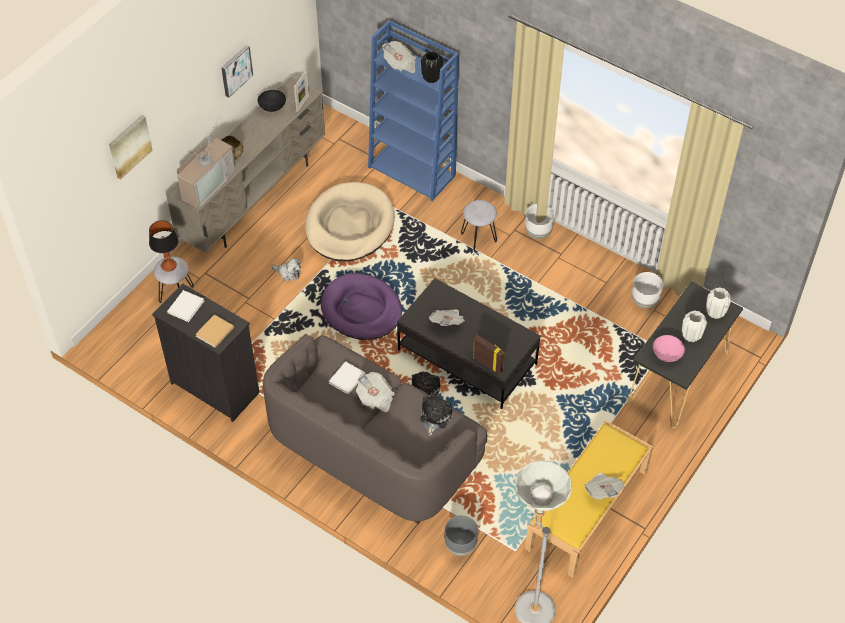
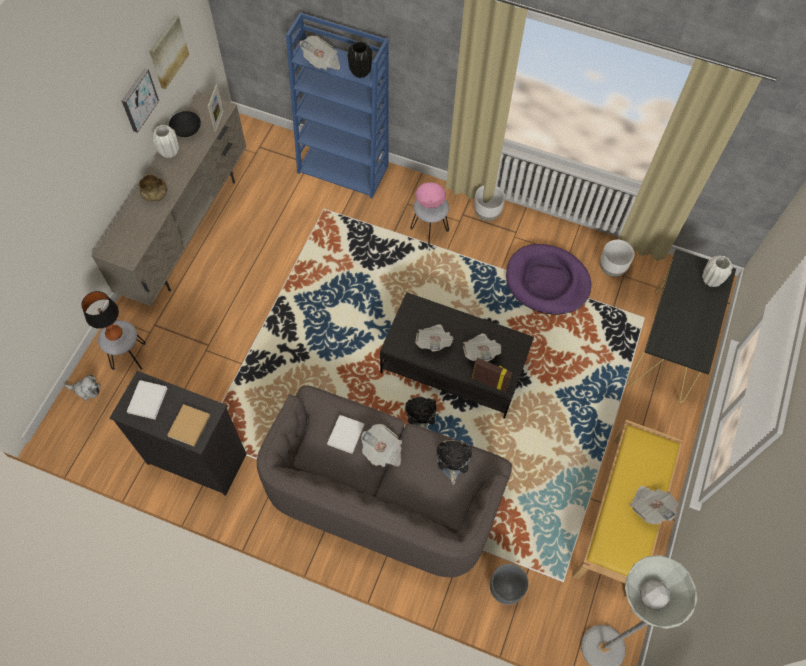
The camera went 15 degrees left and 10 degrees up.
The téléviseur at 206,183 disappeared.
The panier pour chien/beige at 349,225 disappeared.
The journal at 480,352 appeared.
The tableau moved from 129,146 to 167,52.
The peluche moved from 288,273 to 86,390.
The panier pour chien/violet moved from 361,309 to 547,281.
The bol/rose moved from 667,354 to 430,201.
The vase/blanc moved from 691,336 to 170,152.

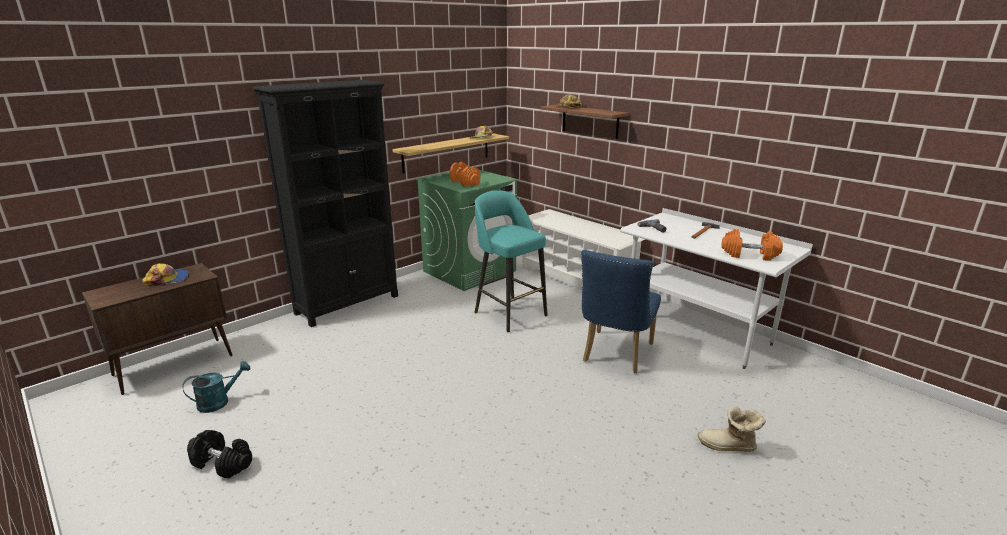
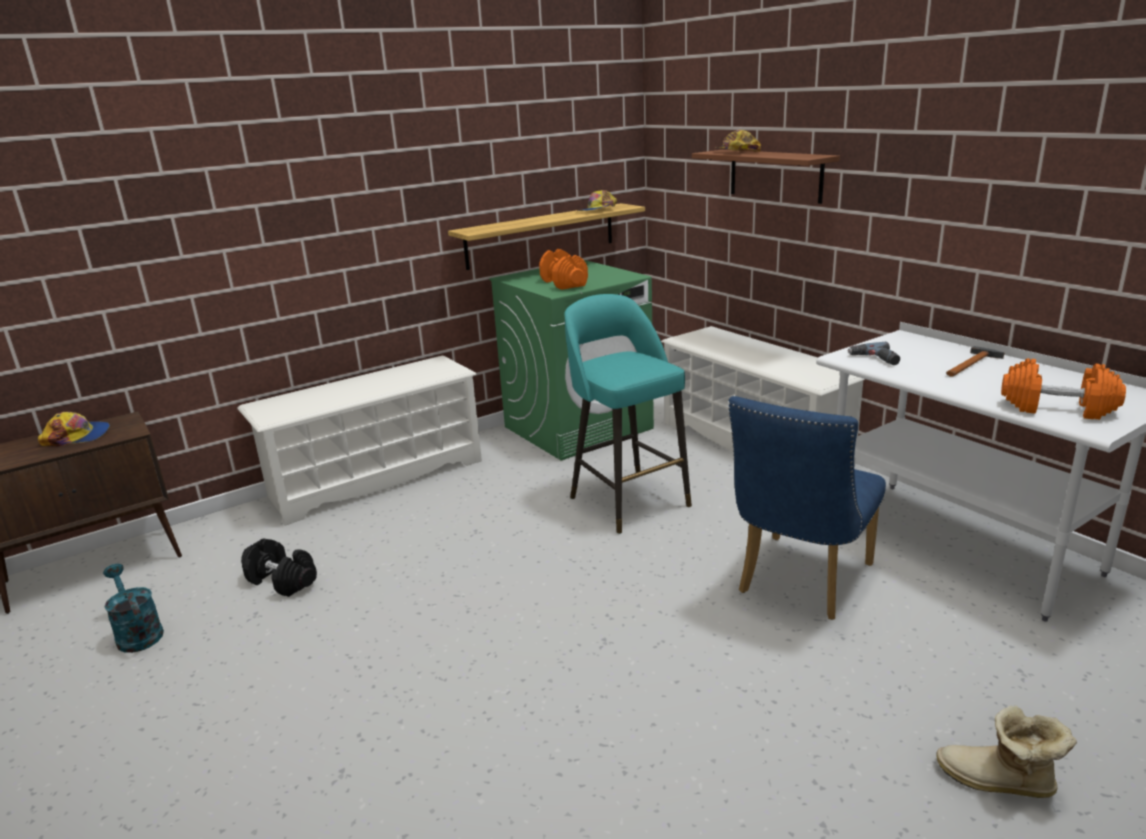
The camera went 10 degrees right and 0 degrees up.
The haltère/noir moved from 223,463 to 282,580.
The bibliothèque/noir at 348,304 was replaced by the étagère à chaussures/blanc at 376,478.
The arrosoir/turquoise at 219,402 turned 105 degrees counterclockwise.

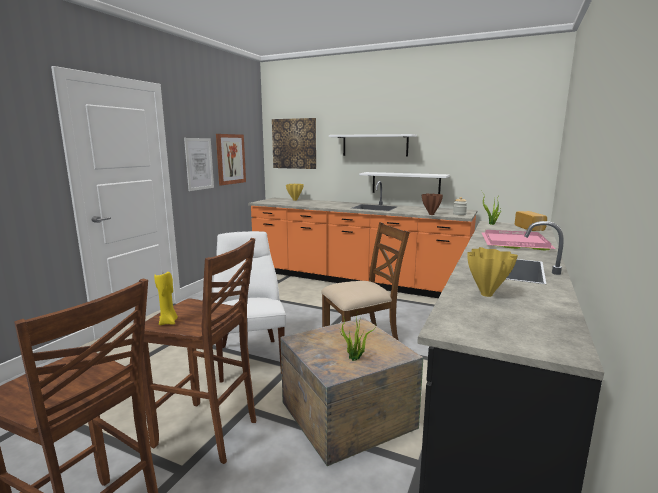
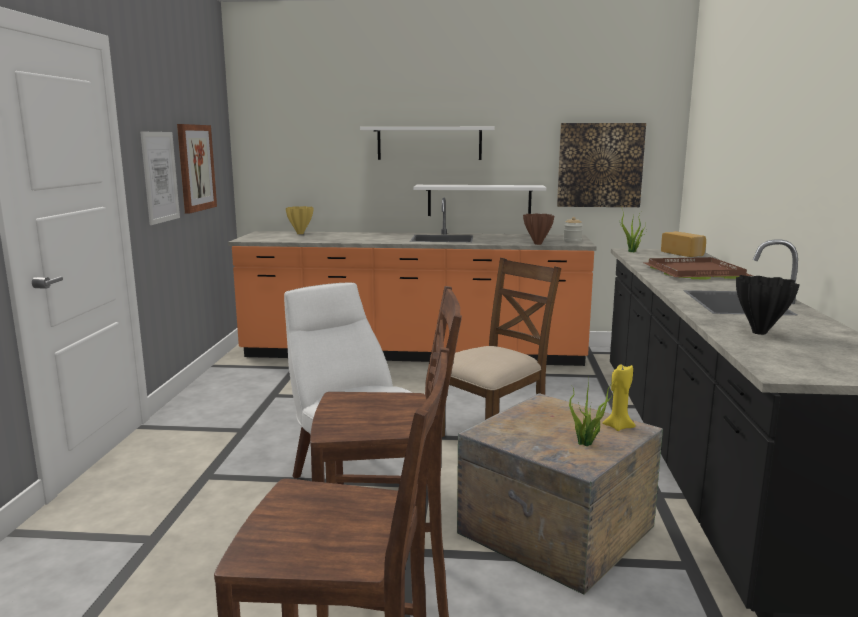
The camera went 20 degrees left and 0 degrees up.
The bougie/jaune moved from 168,322 to 618,426.
The tableau moved from 294,143 to 600,165.
The vase/jaune at 486,295 became the vase/noir at 760,333.
The plateau/rose at 516,243 became the plateau/marron at 697,272.

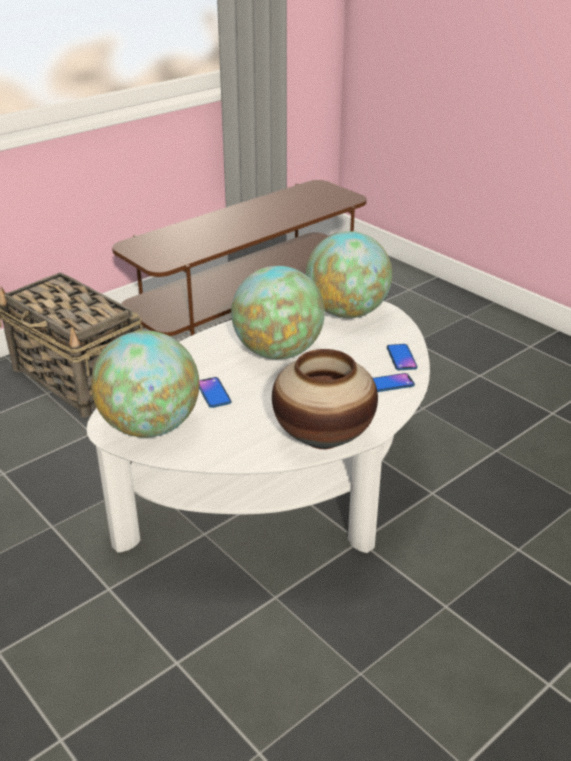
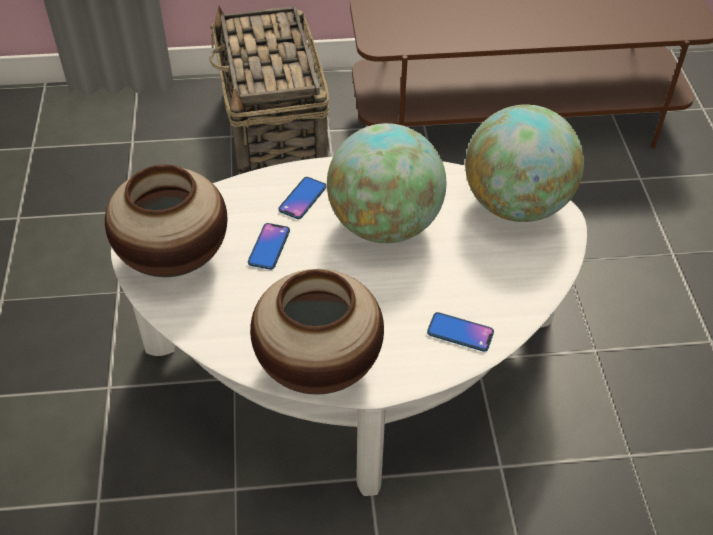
The camera went 35 degrees right and 15 degrees up.
The téléphone moved from 401,358 to 302,198.
The globe at 150,426 was replaced by the vase at 174,258.

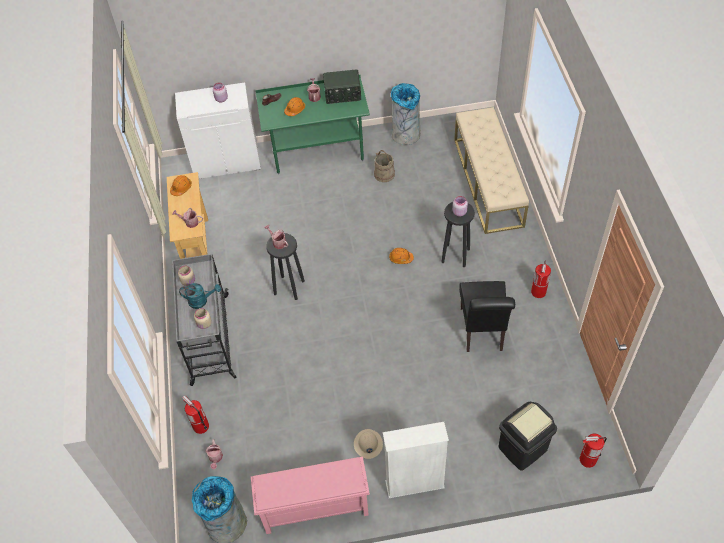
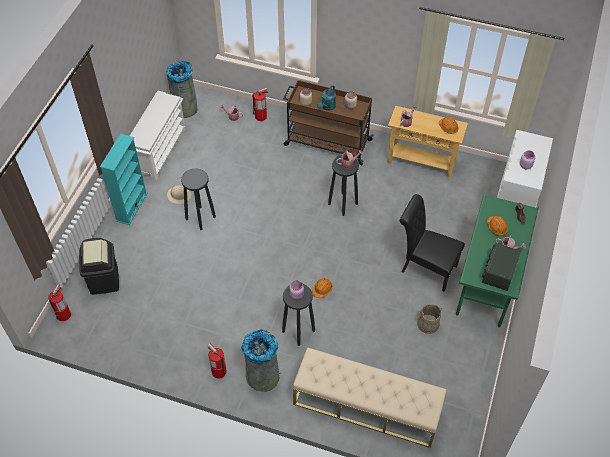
The camera went 115 degrees right and 0 degrees up.
The tabouret/noir at 201,218 appeared.
The poubelle/gris moved from 405,135 to 262,376.
The chaise/noir moved from 482,332 to 425,267.
The chariot/gris at 210,340 became the chariot/marron at 326,142.
The étagère à chaussures/rose at 314,509 became the étagère à chaussures/blanc at 159,150.
The bibliothèque/blanc at 414,484 became the bibliothèque/turquoise at 132,207.

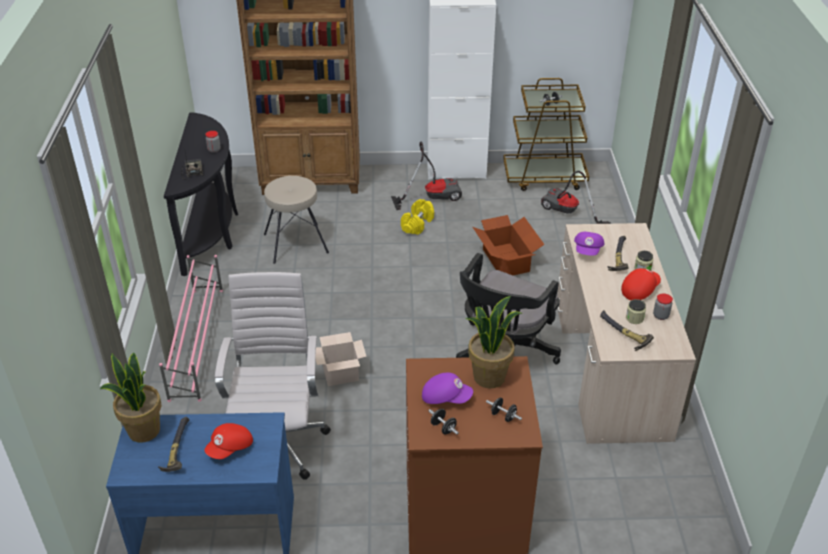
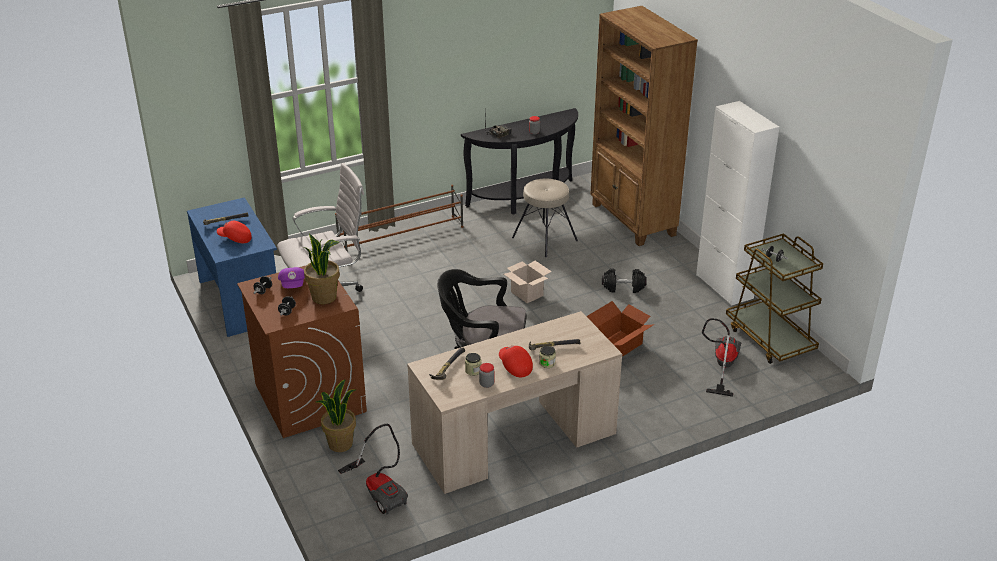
The camera went 65 degrees right and 5 degrees down.
The casquette/violet at 588,250 disappeared.
The plante en pot moved from 143,430 to 340,443.
The carton moved from 341,373 to 528,294.
The aspirateur moved from 432,196 to 380,490.
The étagère à chaussures/rose at 197,342 became the étagère à chaussures/marron at 402,236.
The haltère/jaune at 417,224 became the haltère/noir at 623,287.
The casquette/rouge at 639,290 turned 150 degrees counterclockwise.

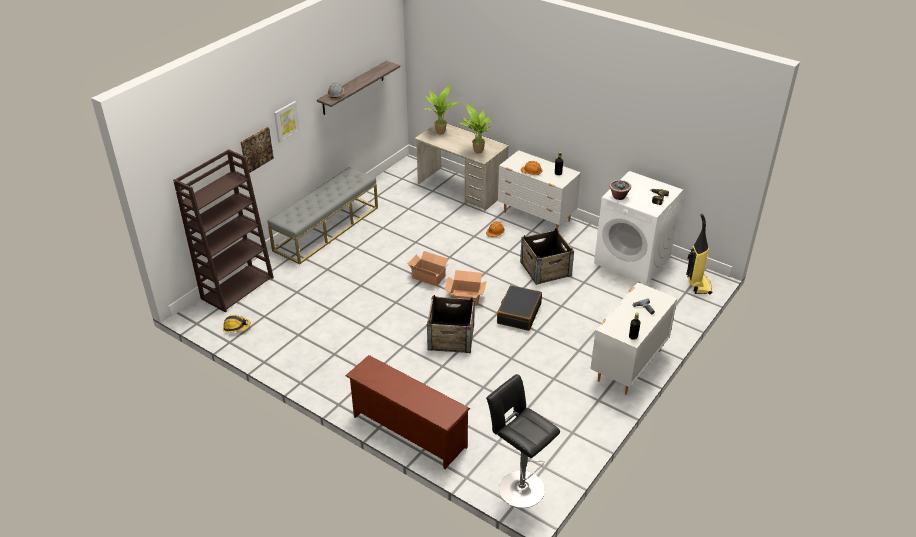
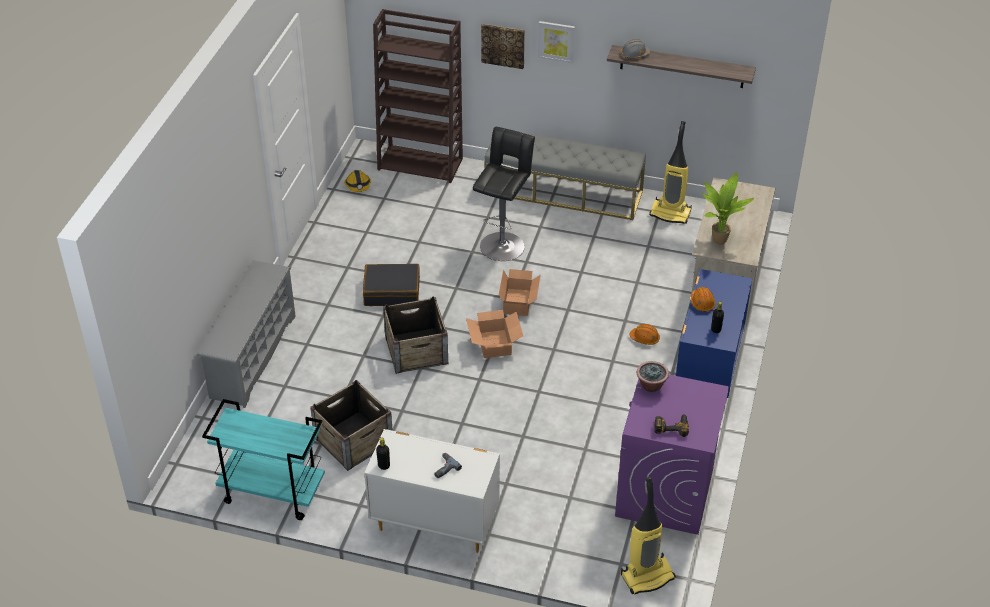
The camera went 70 degrees right and 5 degrees up.
The plante en pot at 439,132 disappeared.
The chariot/turquoise at 271,493 appeared.
The aspirateur at 671,213 appeared.
The tabouret/noir moved from 518,487 to 503,244.
The valise/noir moved from 518,313 to 392,292.
The caisse moved from 545,269 to 353,440.
The étagère à chaussures/marron at 407,432 became the étagère à chaussures/gris at 252,356.
The commode/blanc at 536,217 became the commode/bleu at 707,371.
The lave-linge/blanc at 633,260 became the lave-linge/violet at 665,493.

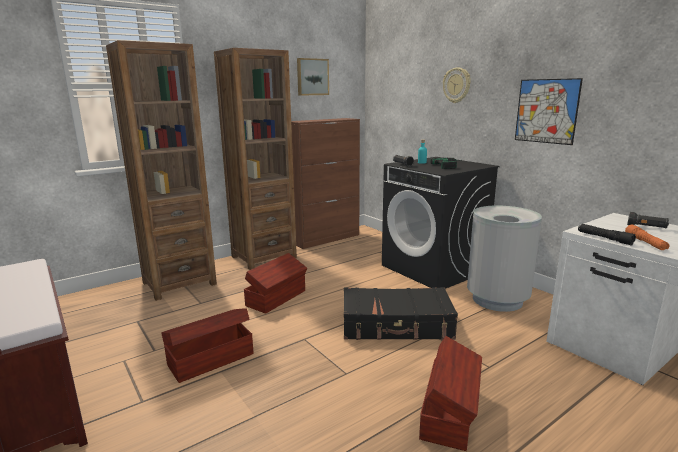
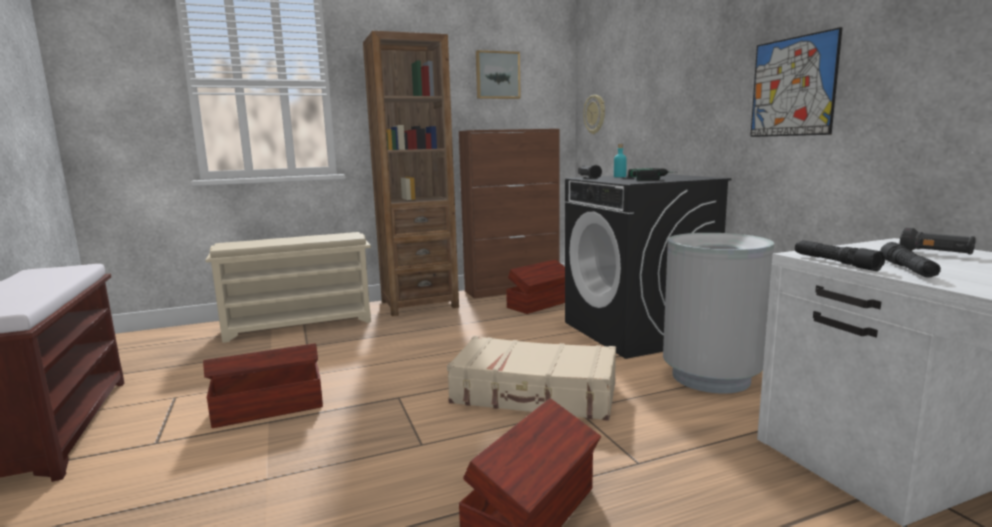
The camera went 15 degrees right and 5 degrees down.
The boîte de rangement/marron moved from 277,298 to 540,304.
The horloge murale moved from 457,85 to 595,114.
The bibliothèque/marron at 179,283 was replaced by the étagère à chaussures/beige at 300,324.
The valise/noir at 396,325 became the valise/beige at 534,394.
The lampe de poche/orange at 645,243 became the lampe de poche/noir at 907,269.

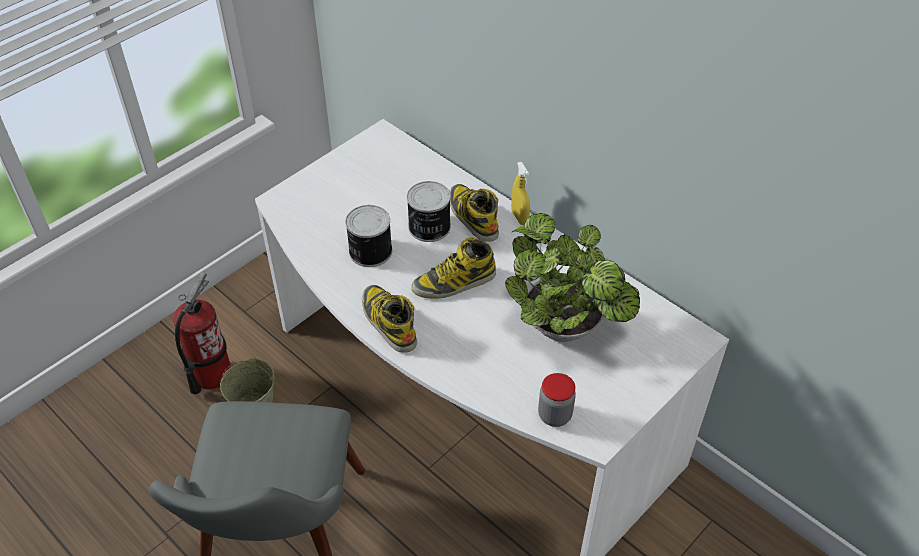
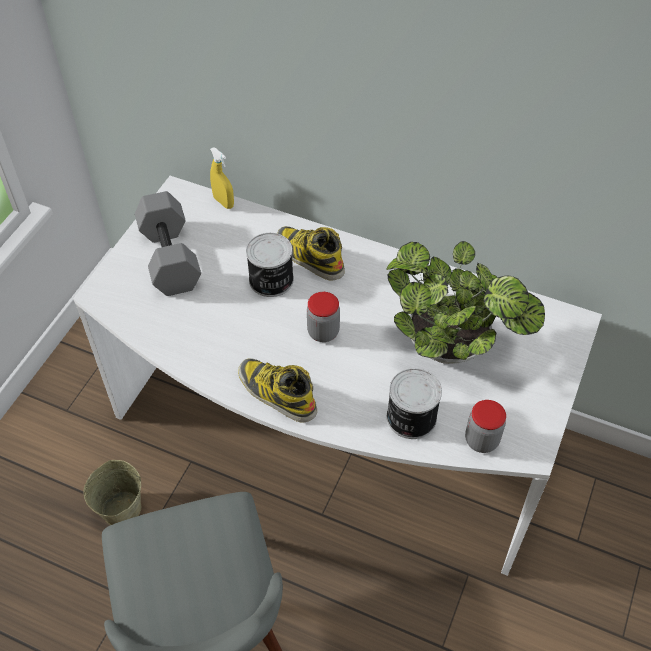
The camera went 20 degrees left and 5 degrees up.
The extincteur at 211,374 disappeared.
The haltère/gris at 171,258 appeared.
The boîte métallique moved from 369,251 to 410,418.
The vaporisateur/jaune moved from 519,217 to 223,202.
The botte at 454,283 was replaced by the bocal at 323,332.

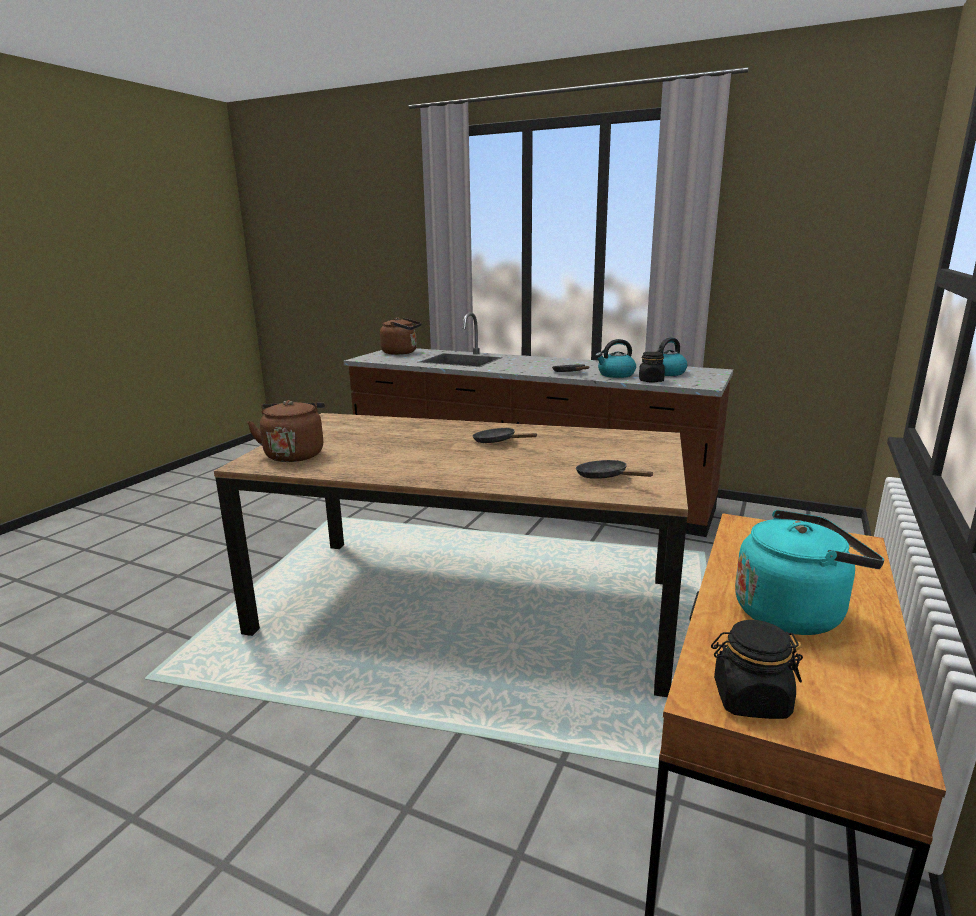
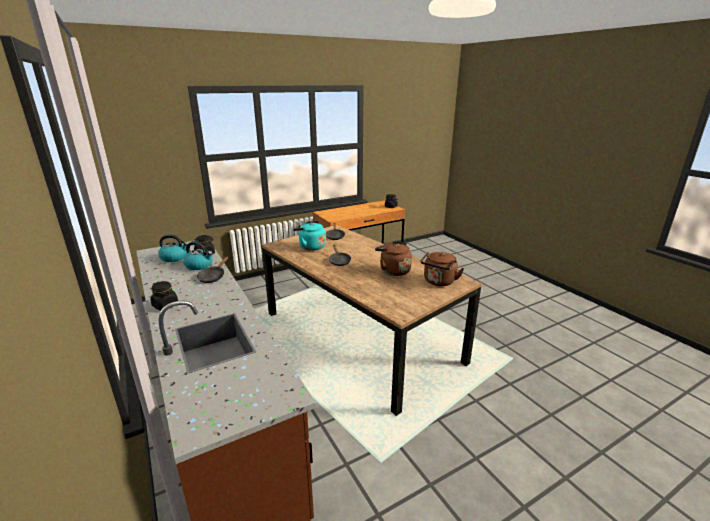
The camera went 145 degrees left and 5 degrees up.
The bocal/noir at 165,305 appeared.
The bouilloire/marron moved from 402,352 to 393,270.
The bouilloire/turquoise moved from 793,612 to 310,247.

